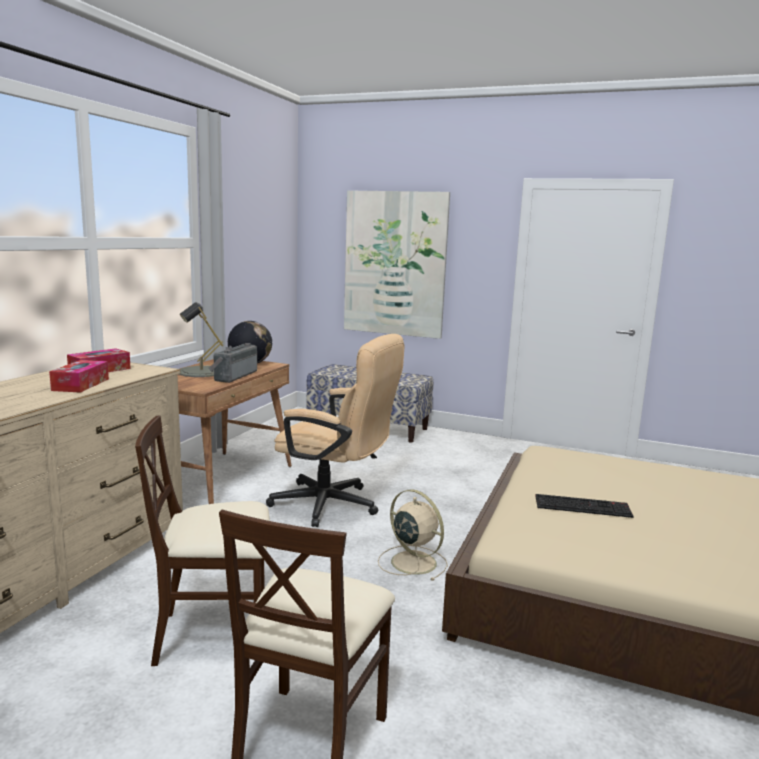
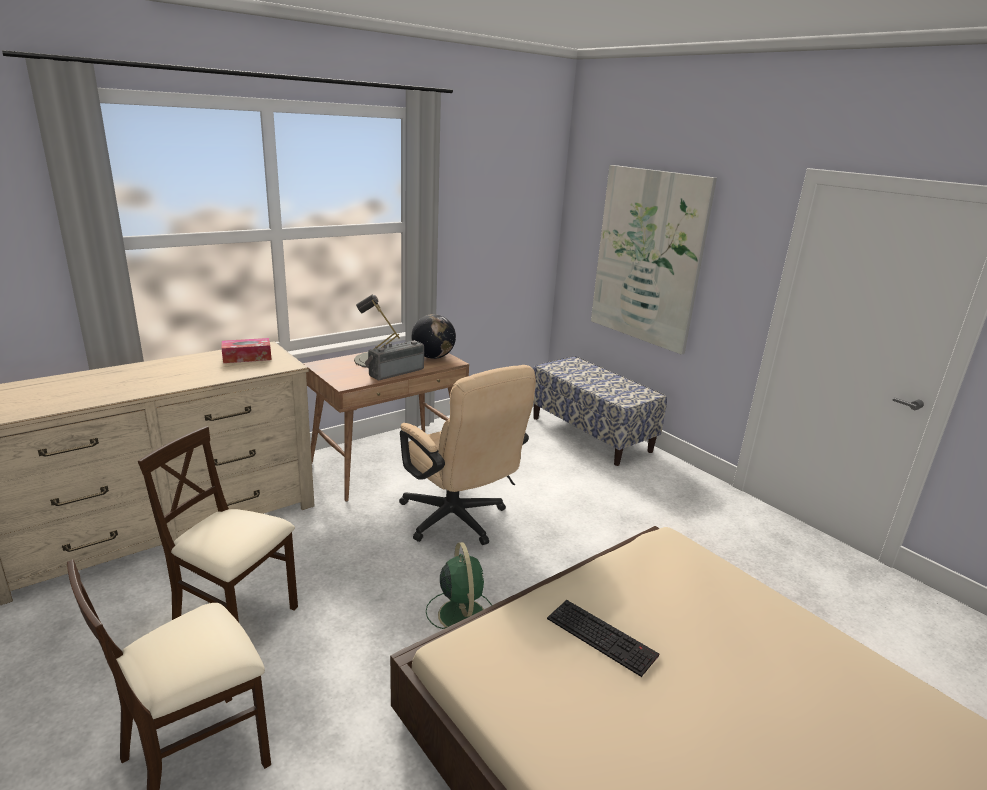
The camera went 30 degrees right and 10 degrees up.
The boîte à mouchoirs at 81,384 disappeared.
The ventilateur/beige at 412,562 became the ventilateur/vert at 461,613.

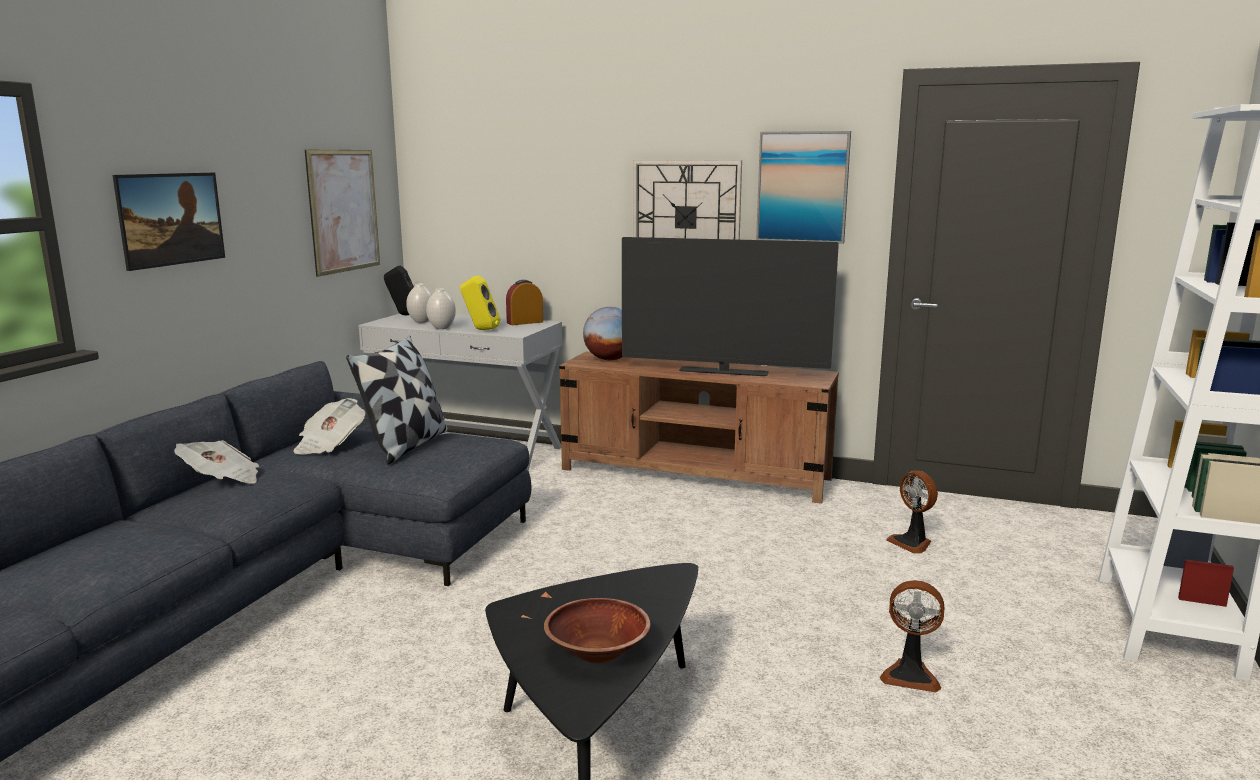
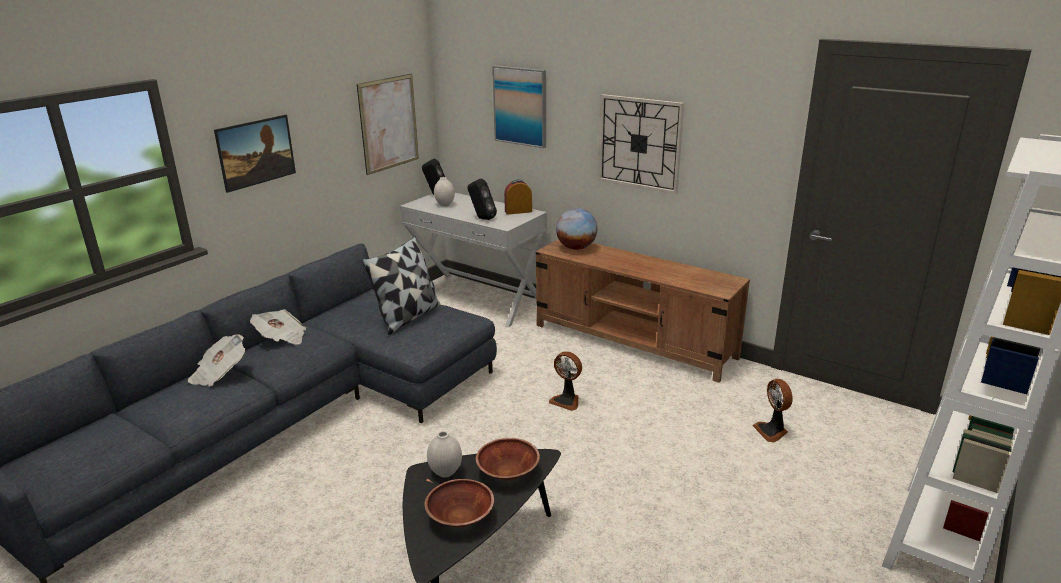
The camera went 15 degrees right and 10 degrees up.
The téléviseur at 723,372 disappeared.
The bol/marron at 508,472 appeared.
The journal moved from 329,445 to 219,374.
The vase/blanc moved from 442,328 to 446,473.
The tableau moved from 802,187 to 520,106.
The ventilateur moved from 910,675 to 566,401.
The enceinte/jaune at 480,329 became the enceinte/noir at 481,218.

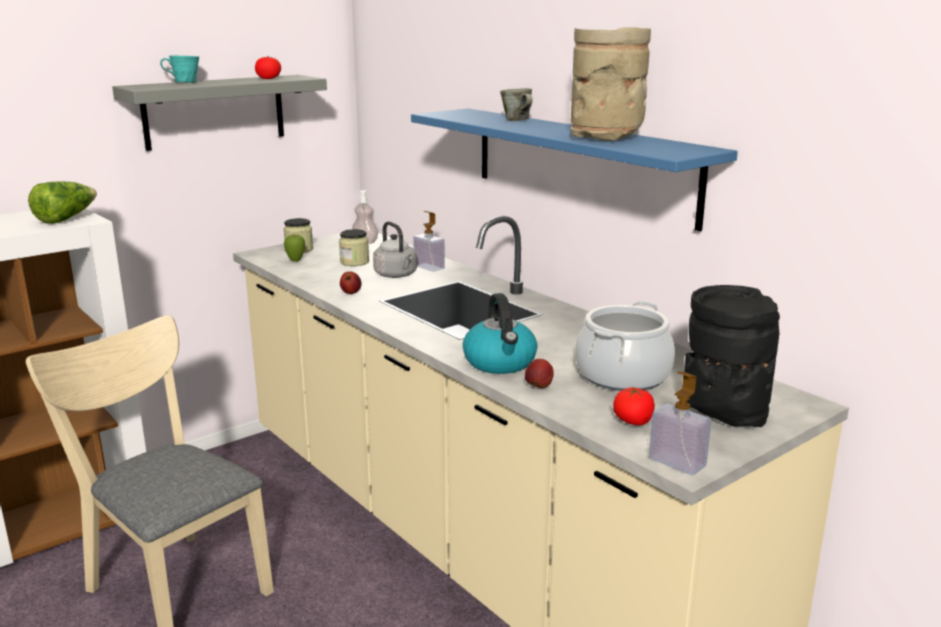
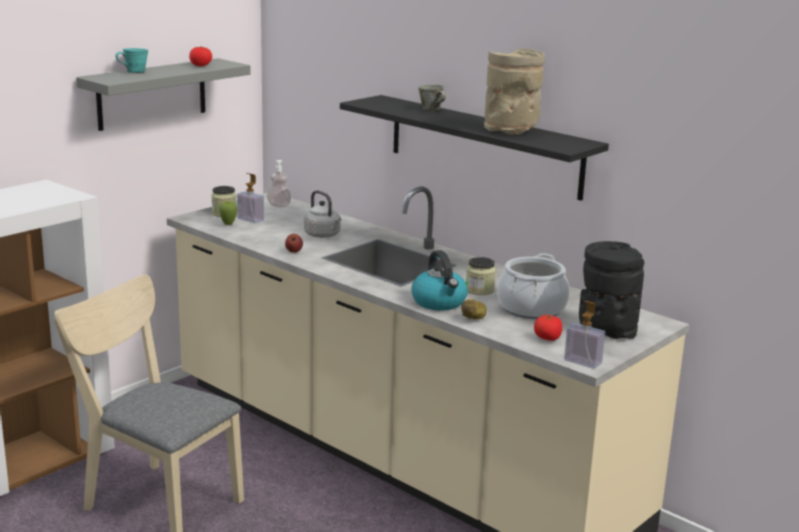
The camera went 10 degrees left and 0 degrees up.
The laitue at 66,218 disappeared.
The bocal moved from 354,262 to 480,290.
The distributeur de savon moved from 429,267 to 250,219.
The pomme at 538,387 was replaced by the pomme de terre at 474,318.
The étagère/bleu at 580,164 became the étagère/noir at 484,146.

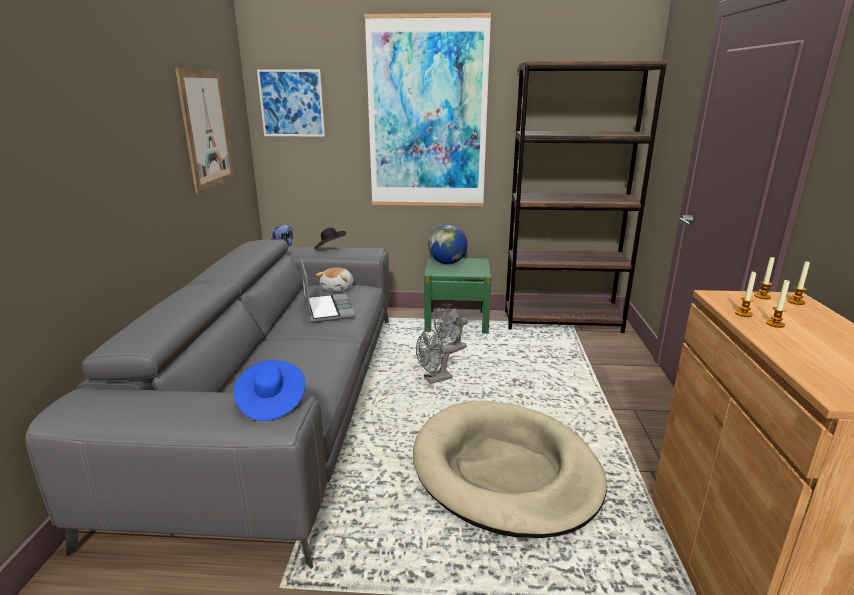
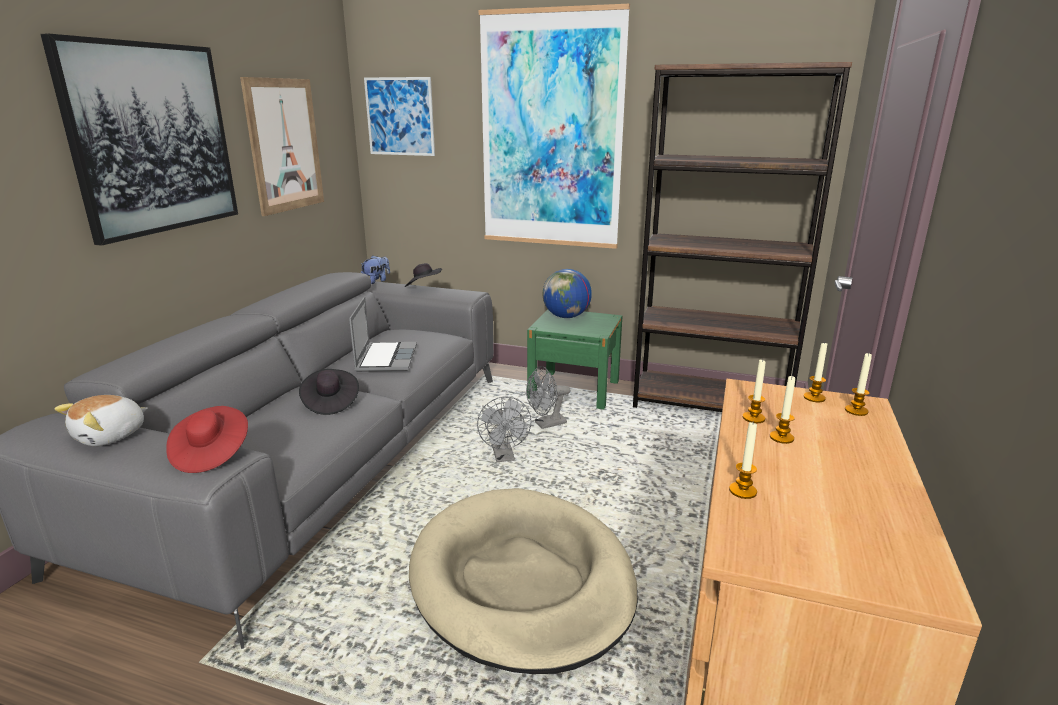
The camera went 15 degrees right and 0 degrees up.
The tableau at 152,139 appeared.
The chapeau/noir at 330,403 appeared.
The bougie at 742,491 appeared.
The peluche moved from 338,288 to 111,436.
The chapeau/bleu at 271,403 became the chapeau/rouge at 211,454.
The ventilateur/gris at 434,379 turned 90 degrees counterclockwise.

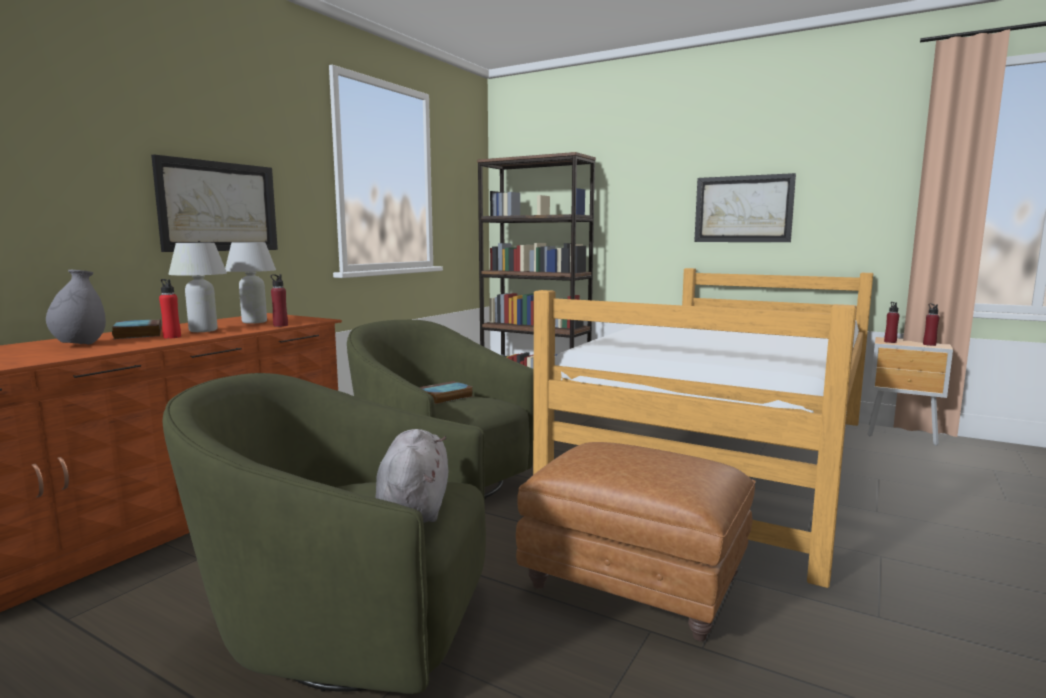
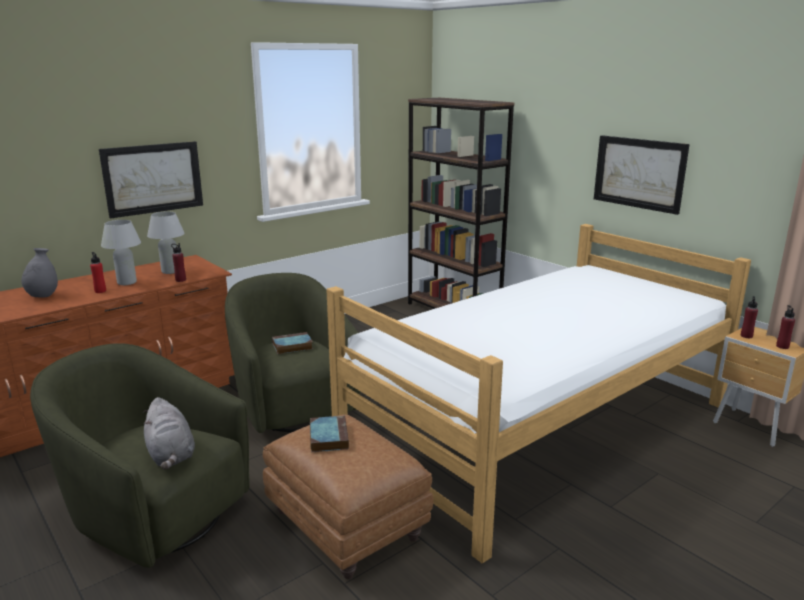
The camera went 20 degrees right and 10 degrees up.
The livre moved from 138,334 to 328,437.
The peluche/gris at 414,506 turned 135 degrees clockwise.

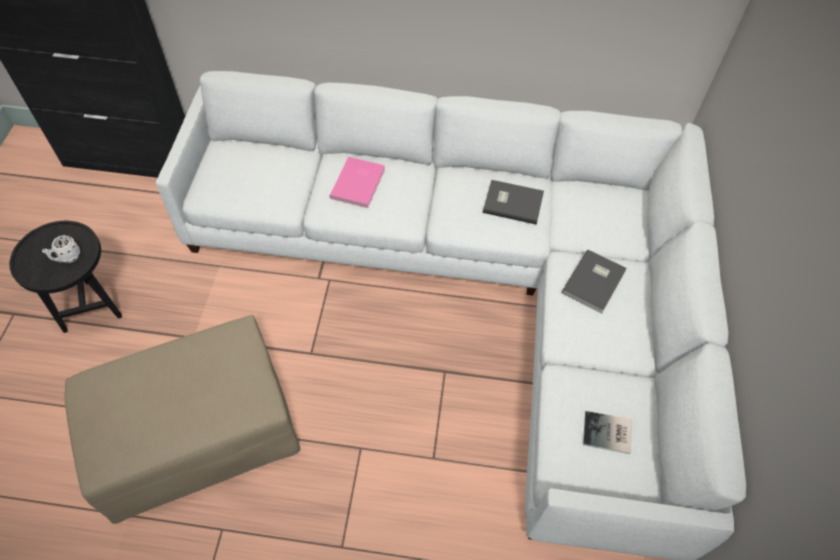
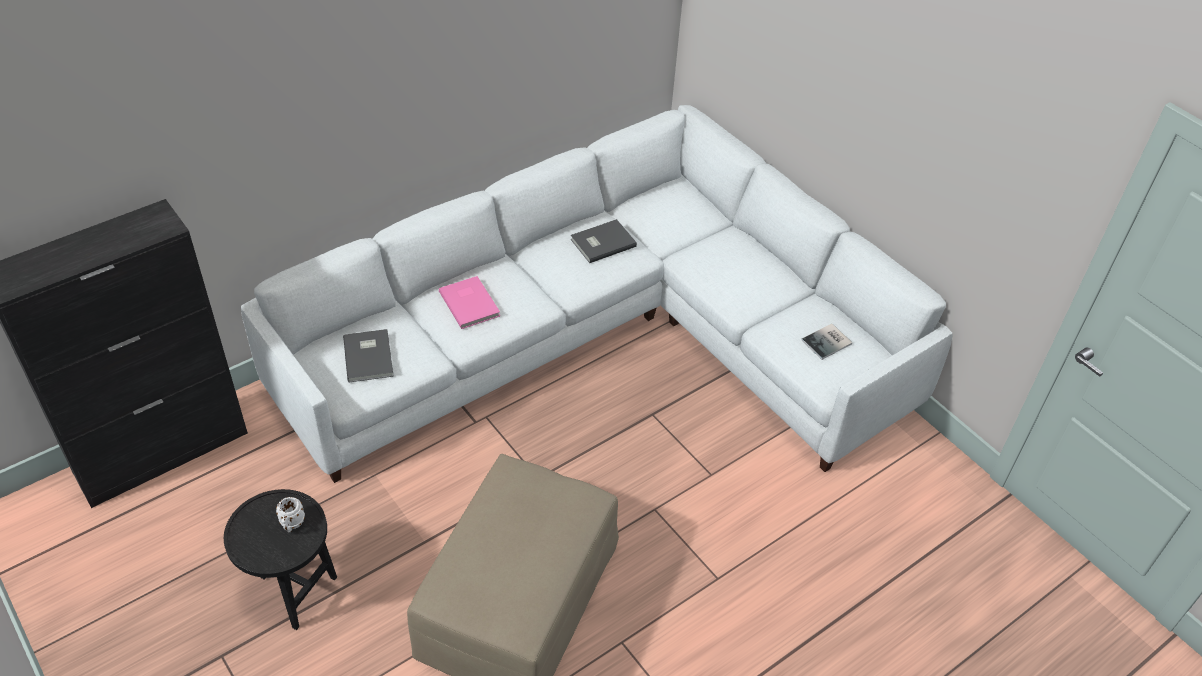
The camera went 45 degrees left and 10 degrees down.
The livre/gris moved from 595,282 to 370,356.

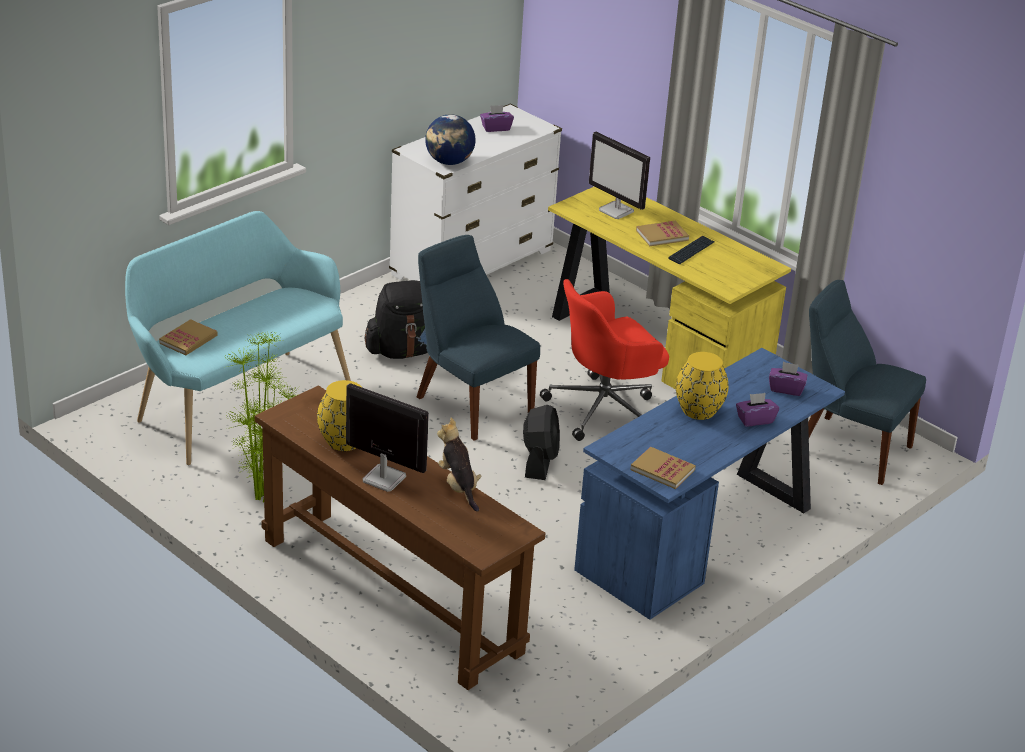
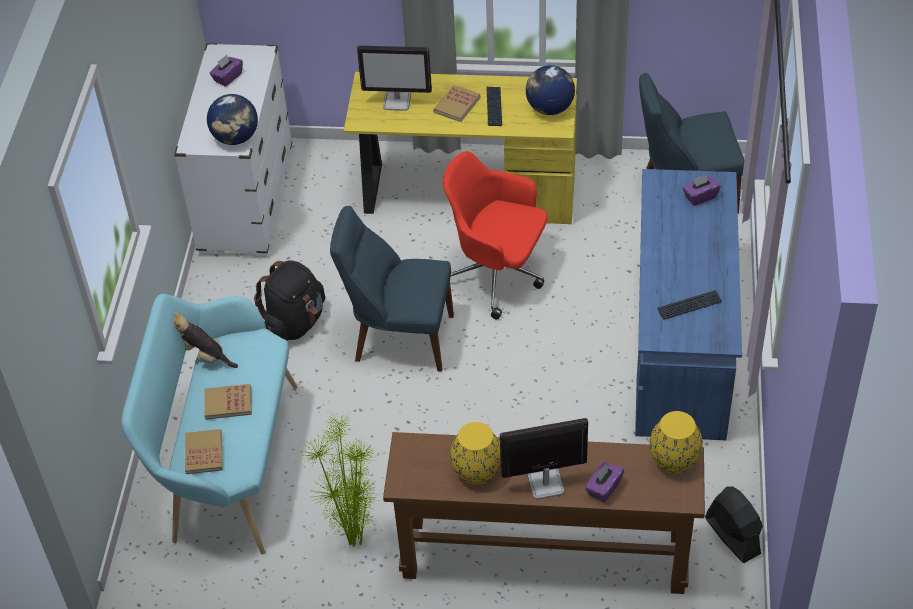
The camera went 35 degrees left and 15 degrees up.
The globe at 549,108 appeared.
The clavier at 689,306 appeared.
The peluche moved from 458,486 to 205,356.
The ventilateur/noir moved from 539,461 to 732,535.
The livre moved from 662,470 to 228,403.
The vase/jaune moved from 698,411 to 674,461.
The boîte à mouchoirs/violet moved from 755,420 to 603,488.
The chaise de bureau/rouge at 605,409 turned 90 degrees clockwise.

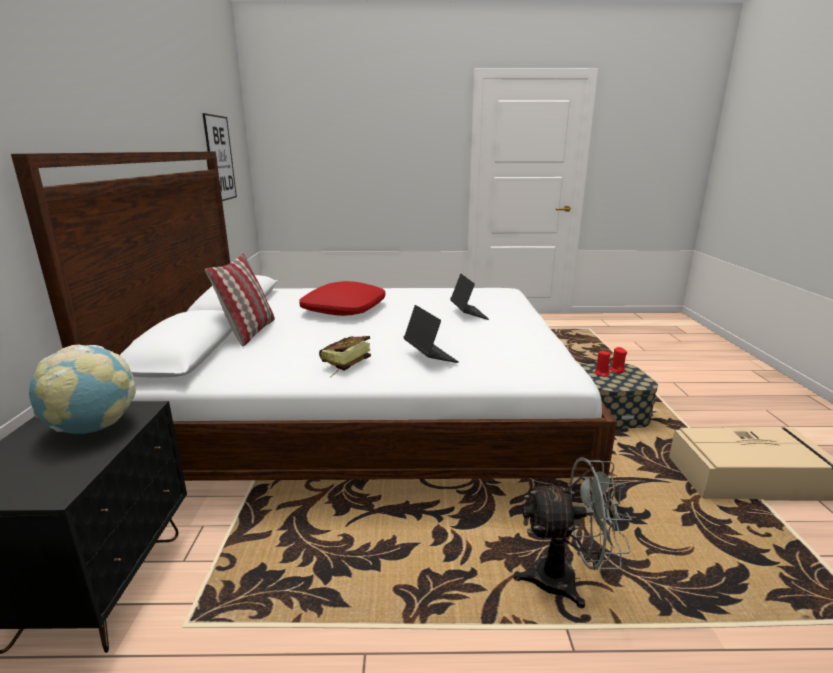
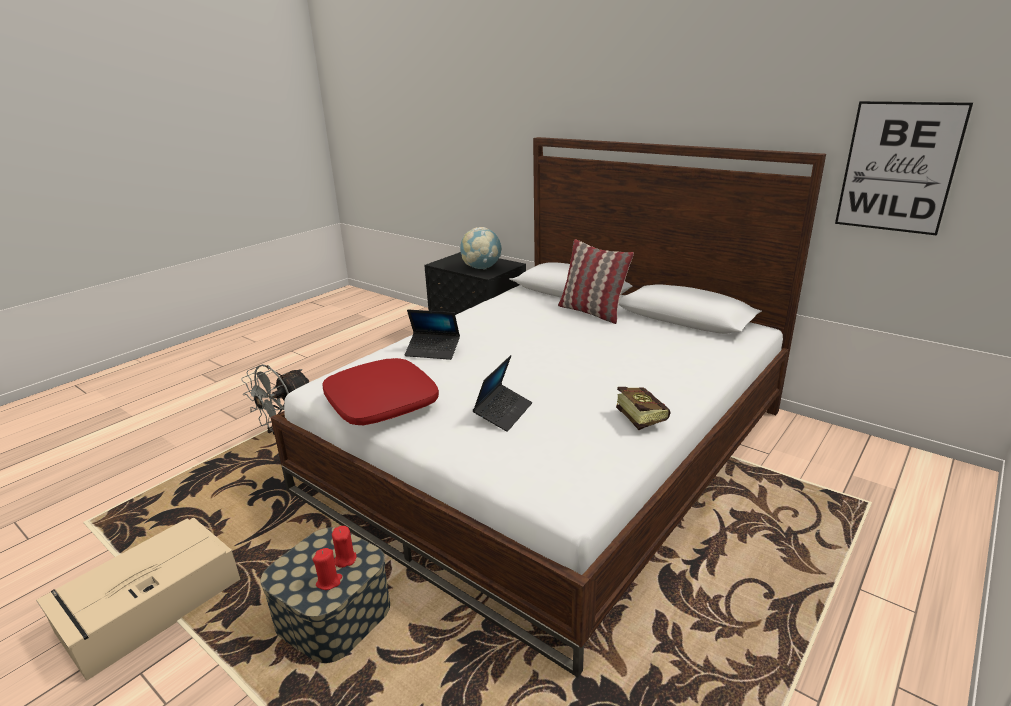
The camera went 130 degrees right and 5 degrees up.
The coussin/rouge moved from 343,309 to 382,403.
The livre moved from 343,366 to 638,416.
The ordinateur portable at 468,314 turned 90 degrees counterclockwise.

